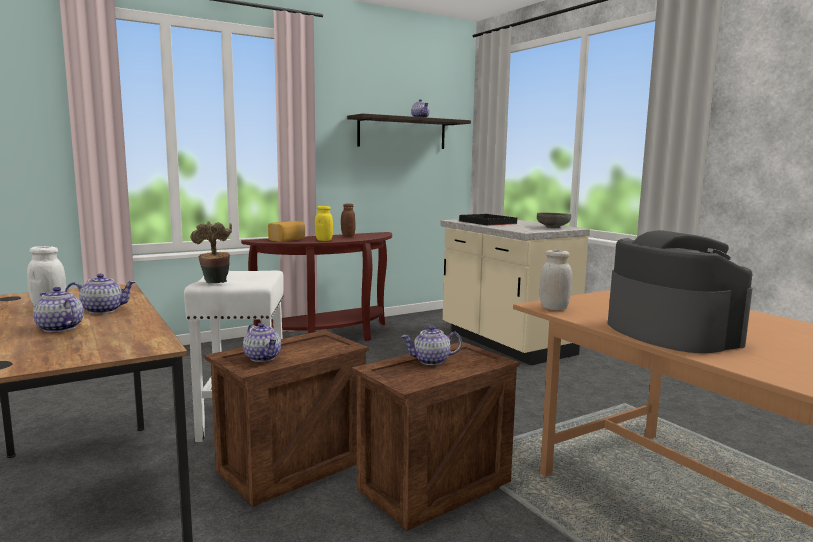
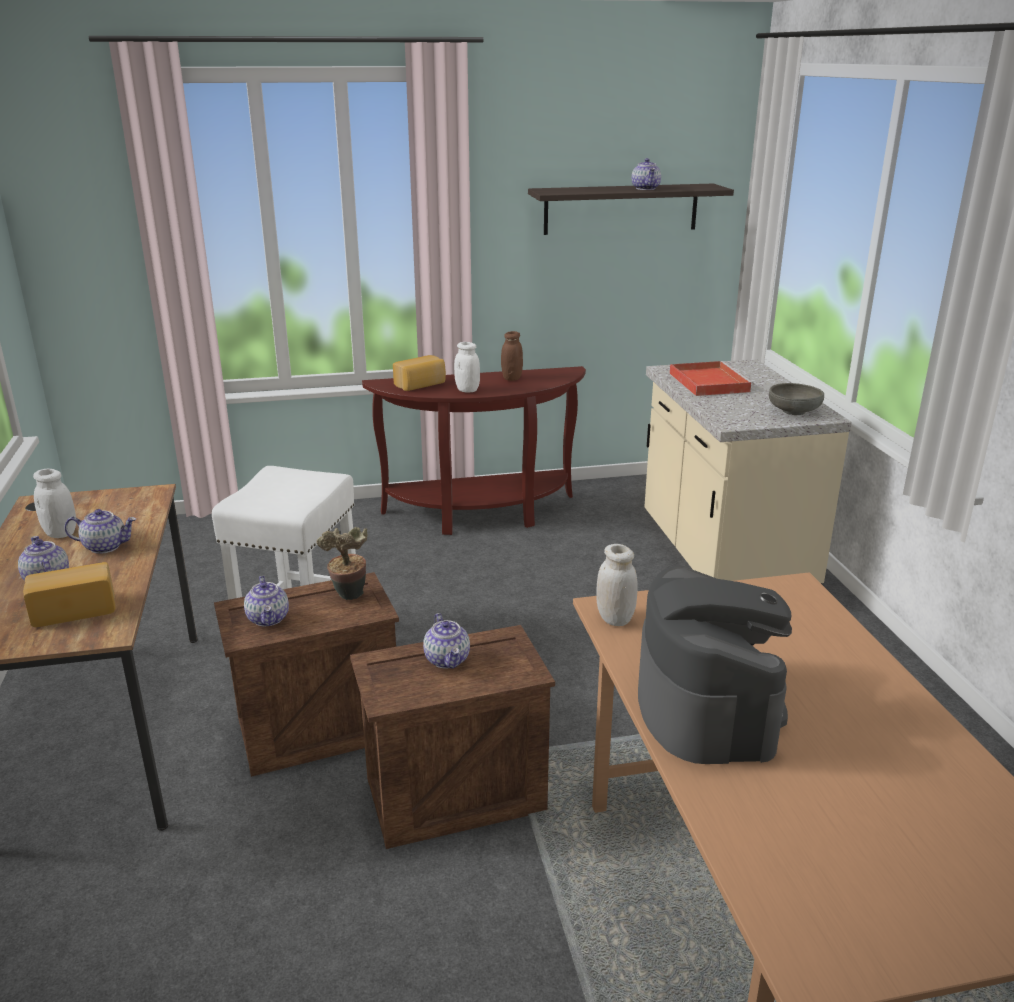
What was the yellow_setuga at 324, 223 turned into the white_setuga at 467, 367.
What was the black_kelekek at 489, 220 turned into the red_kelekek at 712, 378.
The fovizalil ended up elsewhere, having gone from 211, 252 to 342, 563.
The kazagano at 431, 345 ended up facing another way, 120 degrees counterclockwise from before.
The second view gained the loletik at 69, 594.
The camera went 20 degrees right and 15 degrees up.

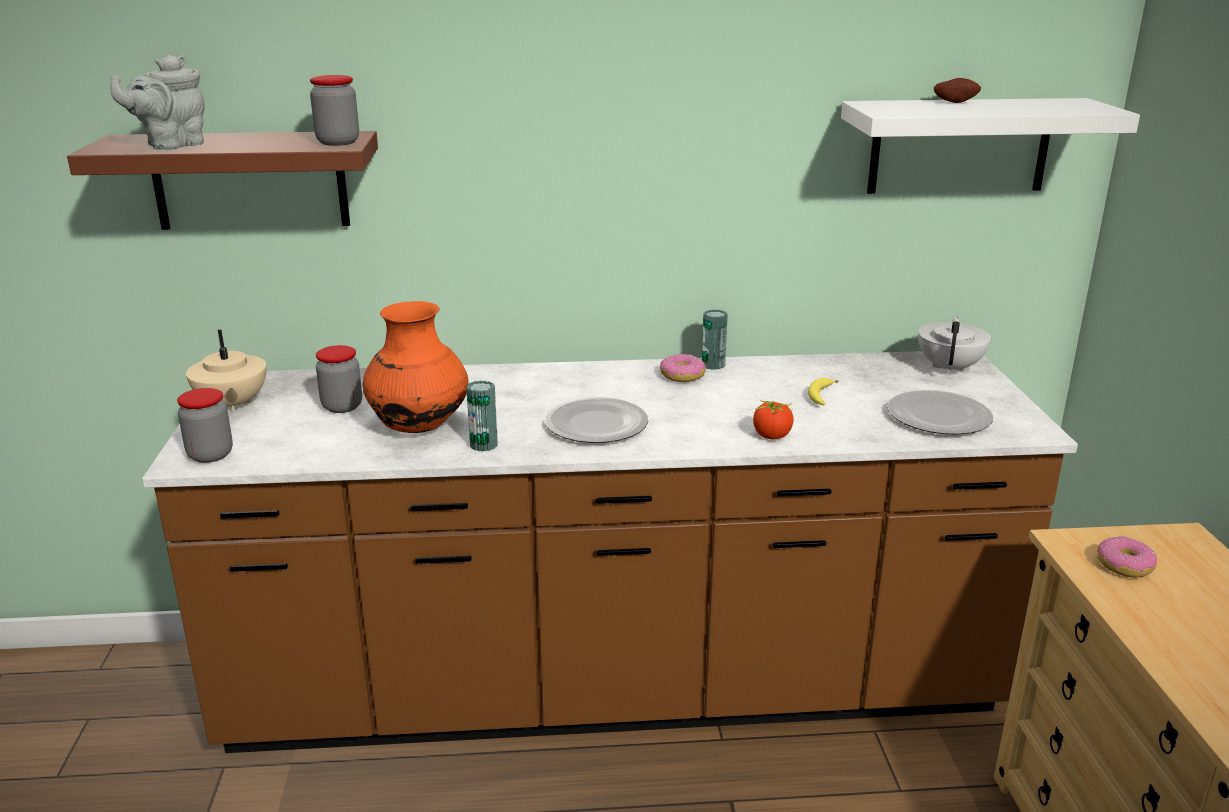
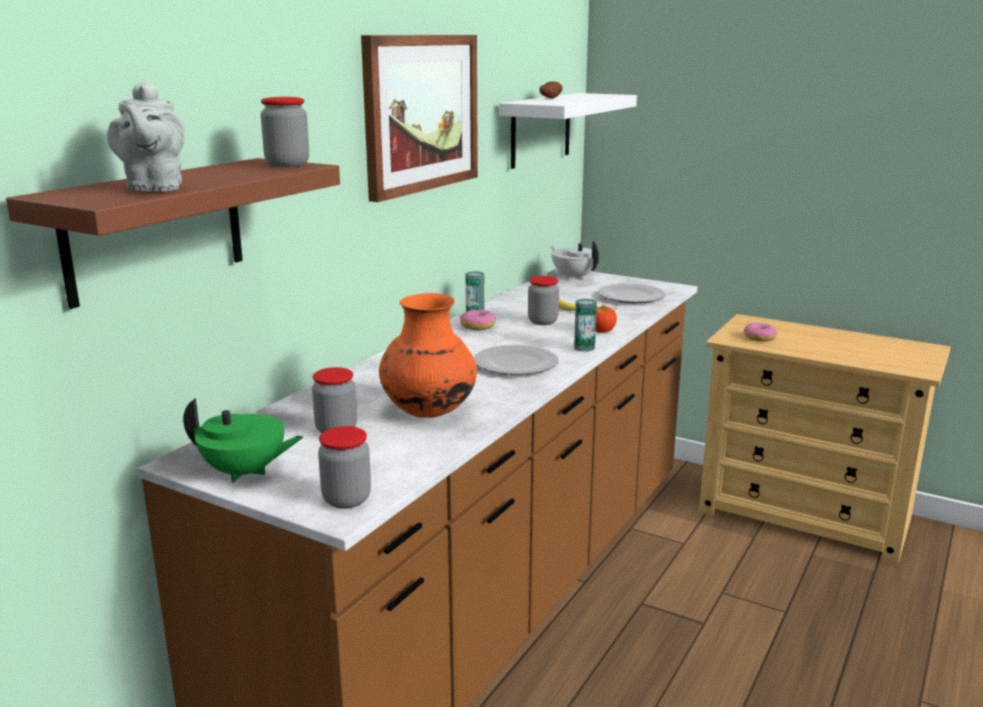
What was the beige_kazagano at 226, 371 turned into the green_kazagano at 243, 440.
The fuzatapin ended up elsewhere, having gone from 482, 416 to 585, 325.
The second view gained the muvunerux at 419, 118.
The second view gained the setuga at 543, 300.
The camera went 55 degrees left and 5 degrees down.

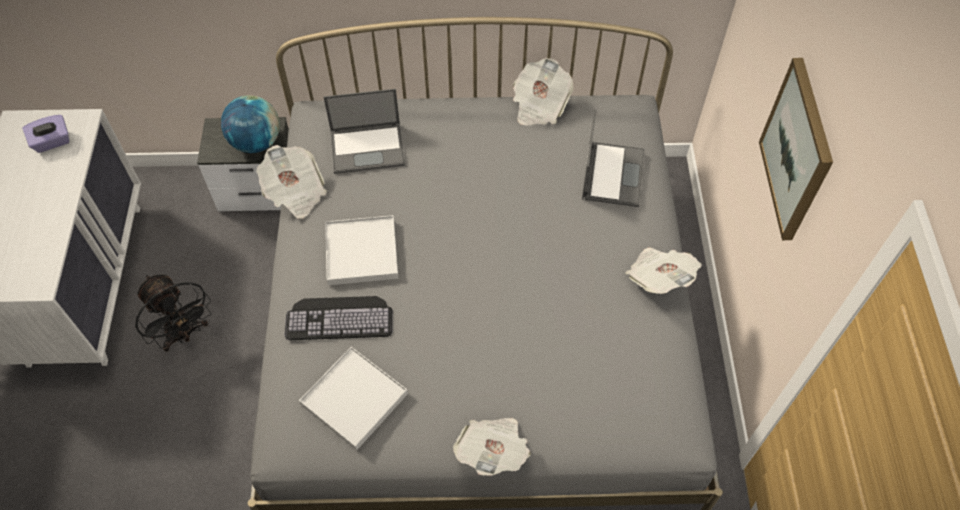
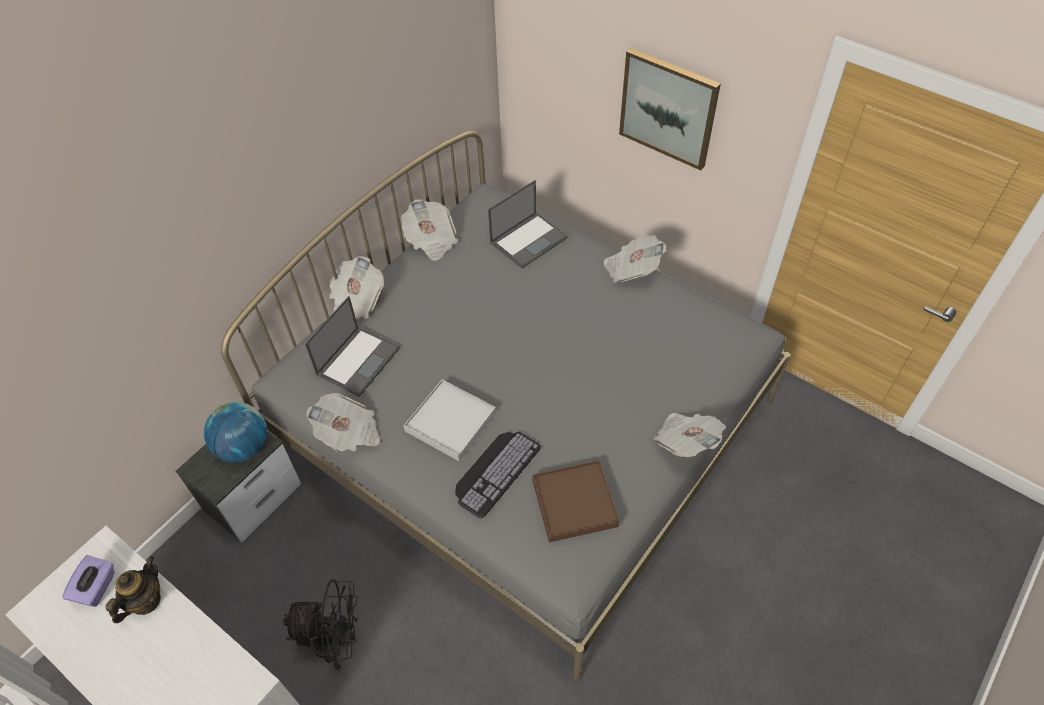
The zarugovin at 613, 158 ended up facing another way, 90 degrees clockwise from before.
What was the white_kelekek at 353, 398 turned into the brown_kelekek at 576, 501.
The second view gained the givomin at 356, 287.
The second view gained the kazagano at 132, 589.
The camera went 50 degrees left and 5 degrees down.

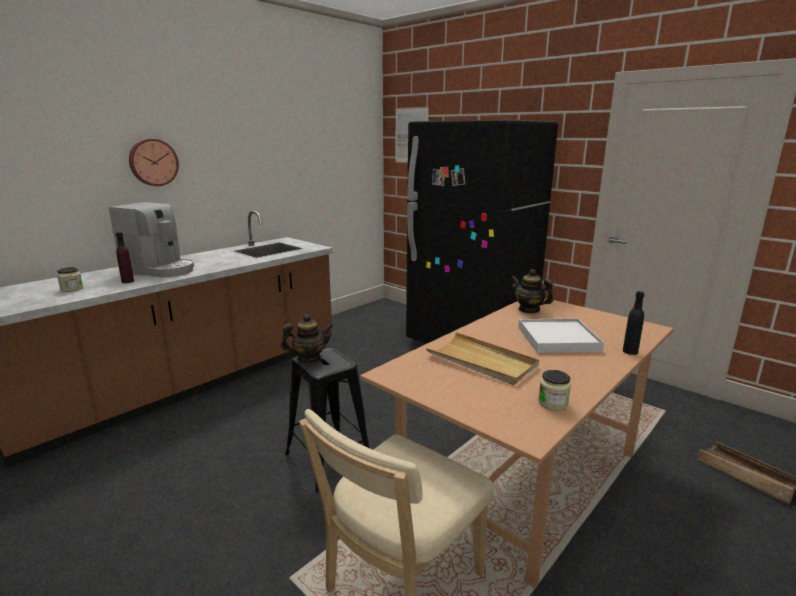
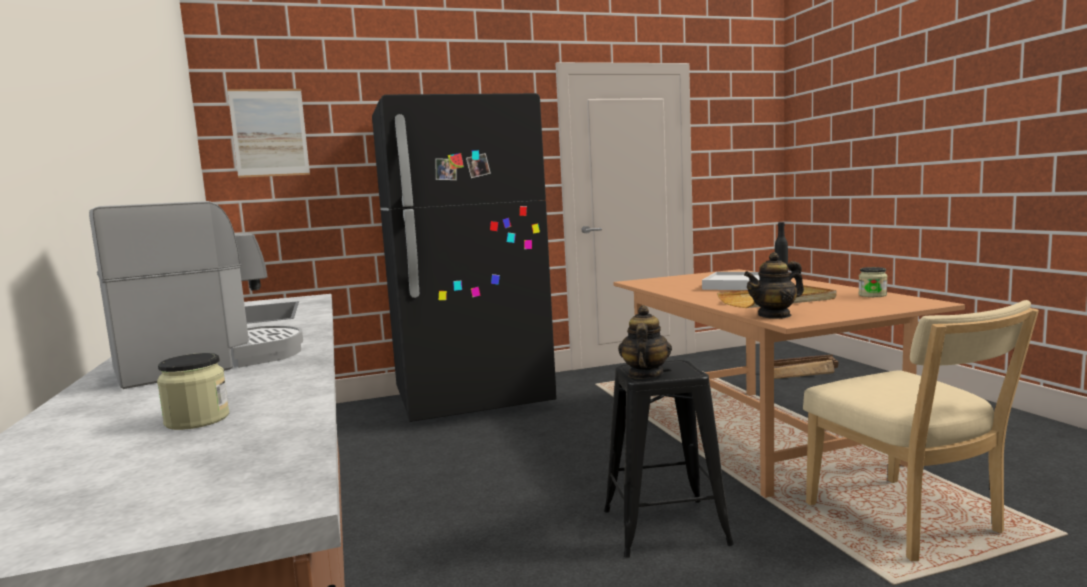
The second view lost the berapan at 154, 162.
The second view lost the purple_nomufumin at 125, 257.
The kazagano ended up elsewhere, having gone from 532, 291 to 774, 285.
The camera went 60 degrees left and 10 degrees down.

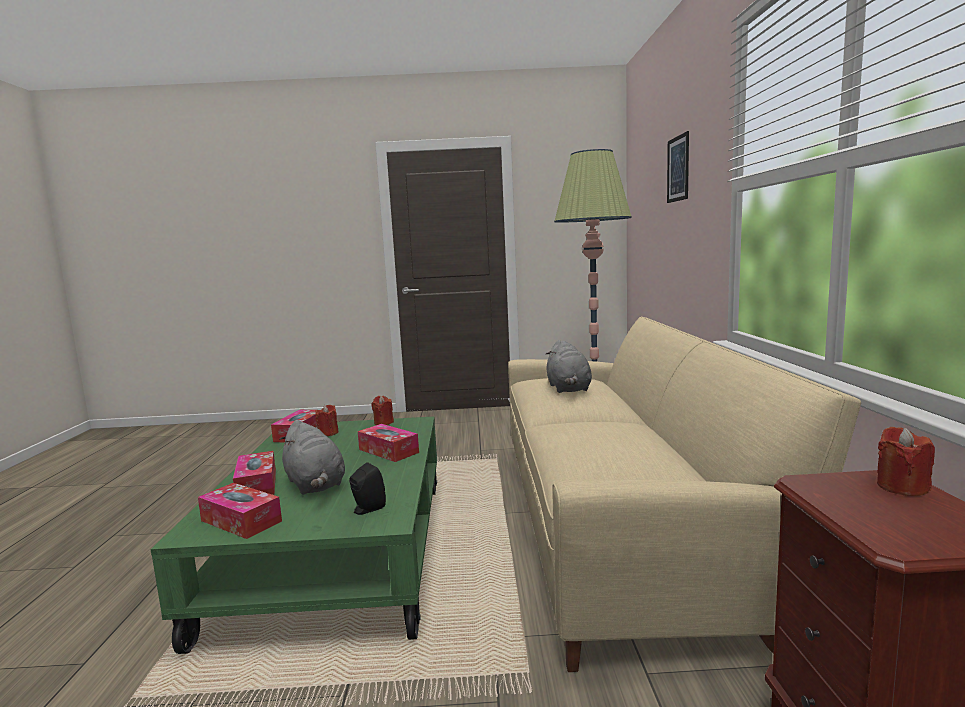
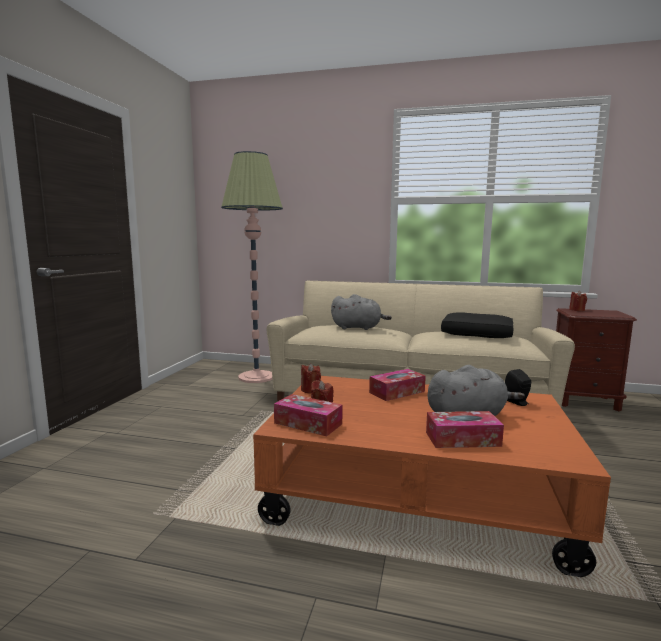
The second view lost the muvunerux at 678, 167.
What was the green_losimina at 294, 535 turned into the orange_losimina at 432, 476.
The second view lost the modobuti at 240, 511.
The second view gained the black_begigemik at 477, 325.
The camera went 75 degrees left and 0 degrees up.

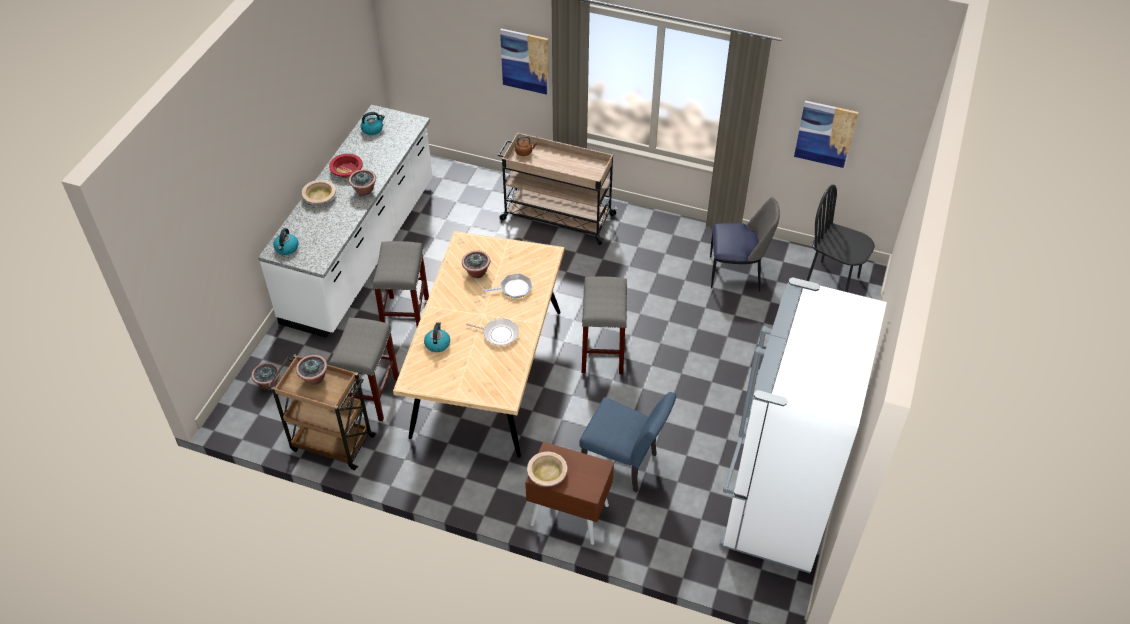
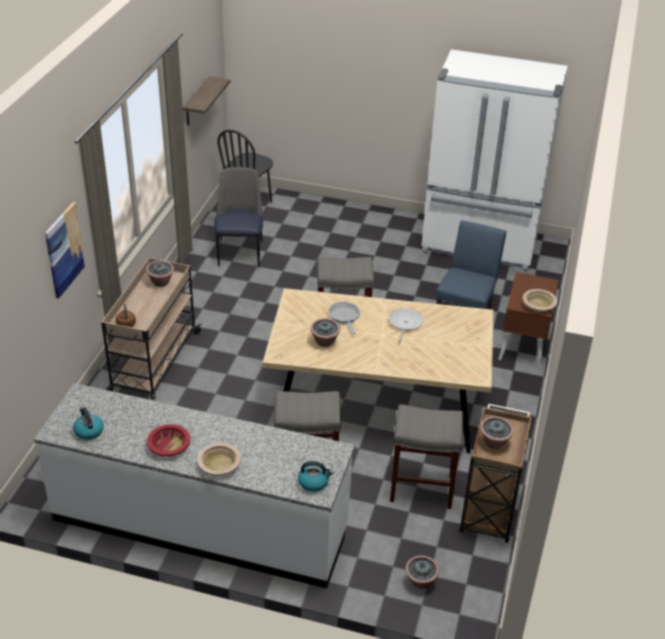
Where the muvunerux hung at 826, 134, the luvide came to hang at 206, 100.
The fovizalil ended up elsewhere, having gone from 362, 182 to 160, 274.
The second view lost the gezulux at 437, 337.
The camera went 95 degrees left and 10 degrees down.

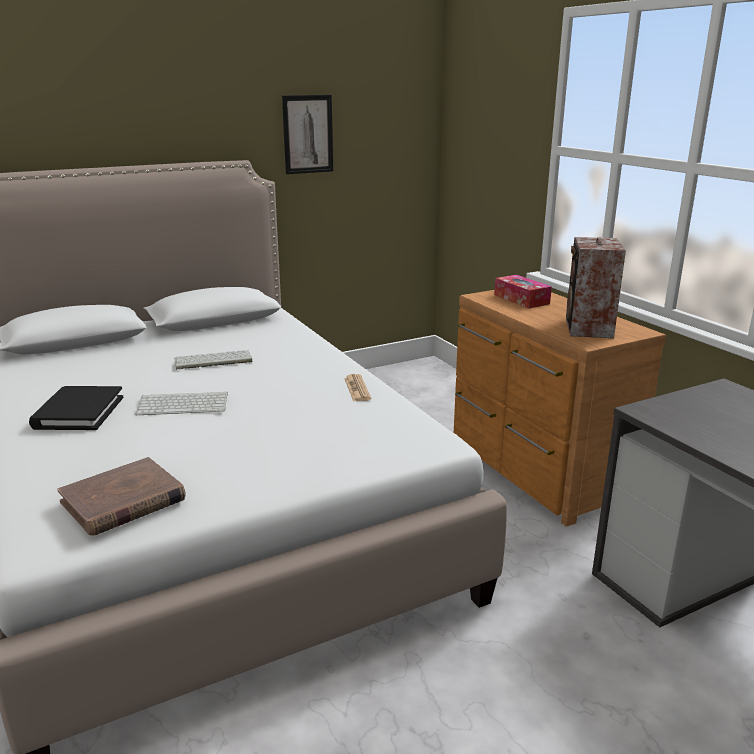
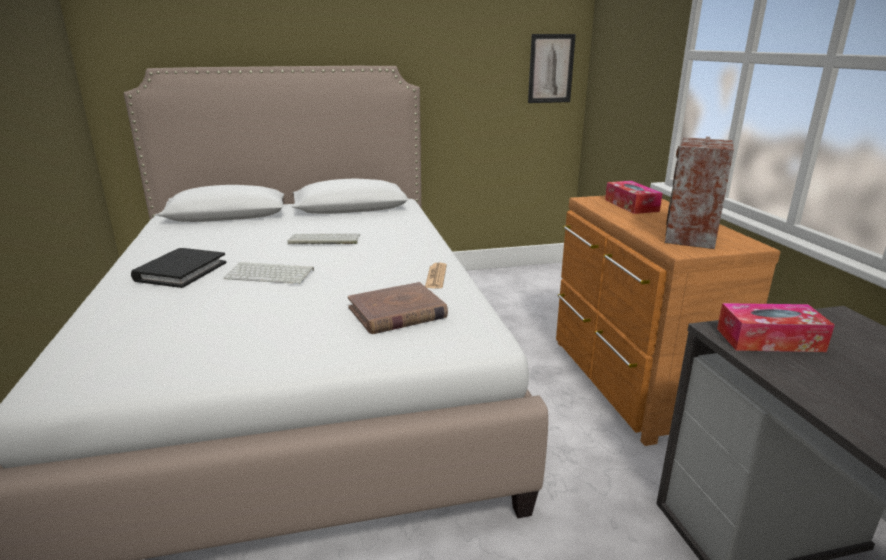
The muvunerux ended up elsewhere, having gone from 307, 134 to 552, 68.
The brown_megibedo ended up elsewhere, having gone from 121, 496 to 398, 308.
The second view gained the modobuti at 776, 327.
The camera went 15 degrees right and 0 degrees up.

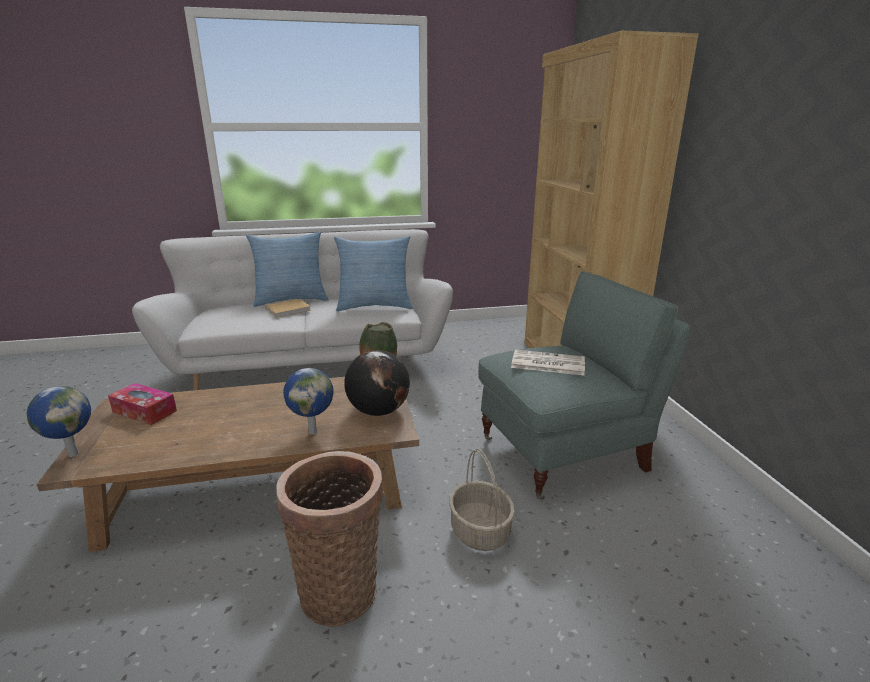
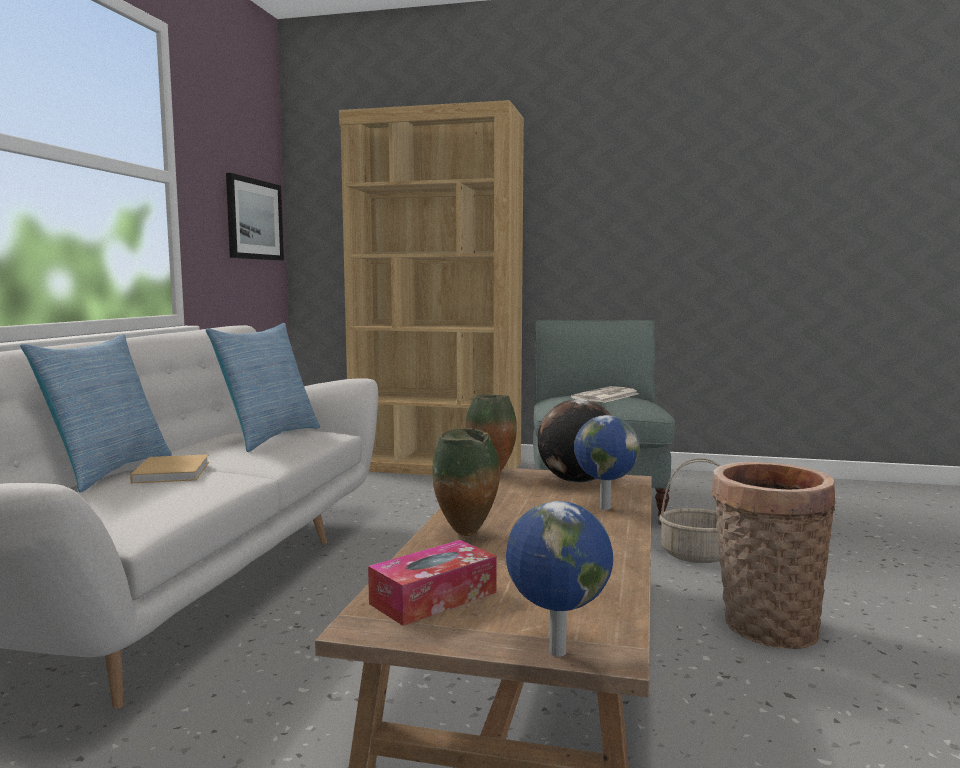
The second view gained the muvunerux at 255, 216.
The second view gained the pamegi at 466, 482.
The camera went 65 degrees left and 15 degrees down.

